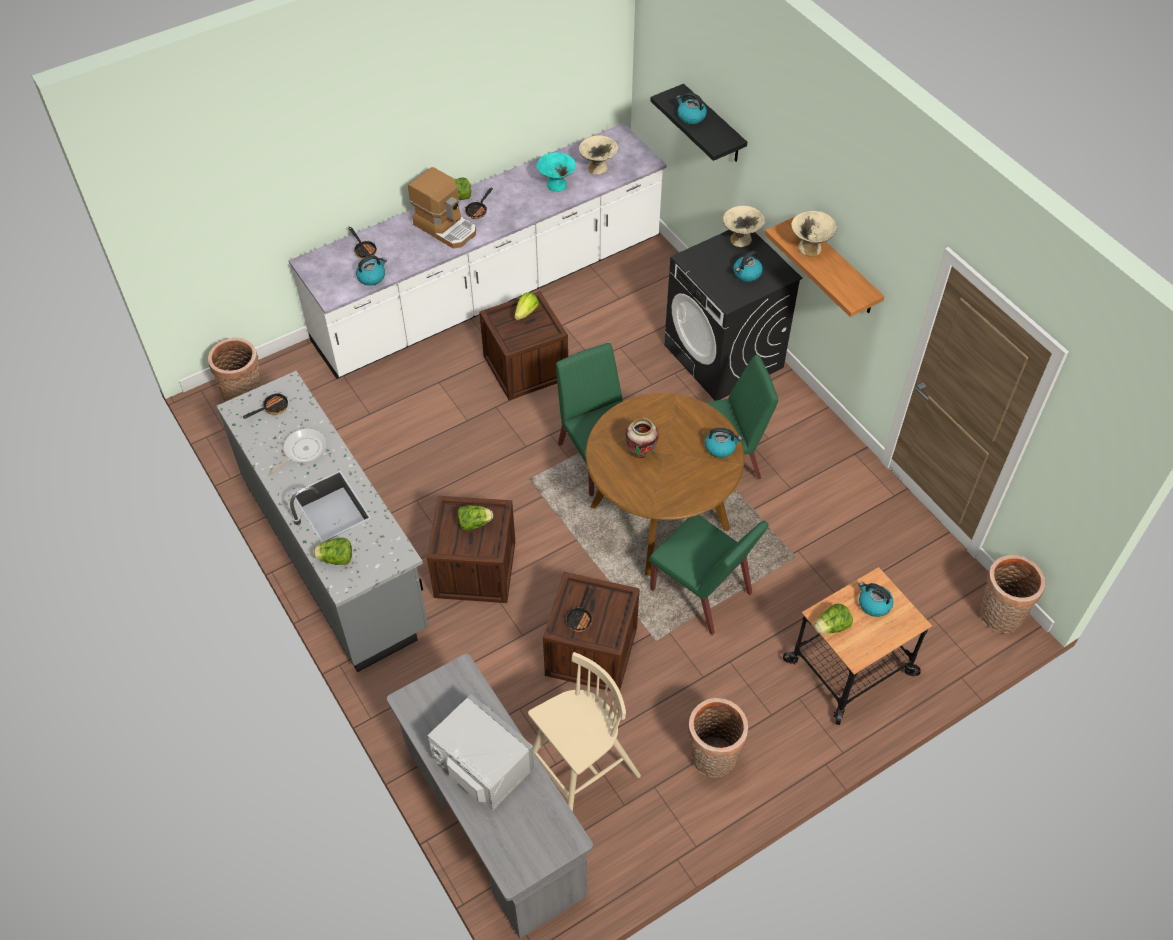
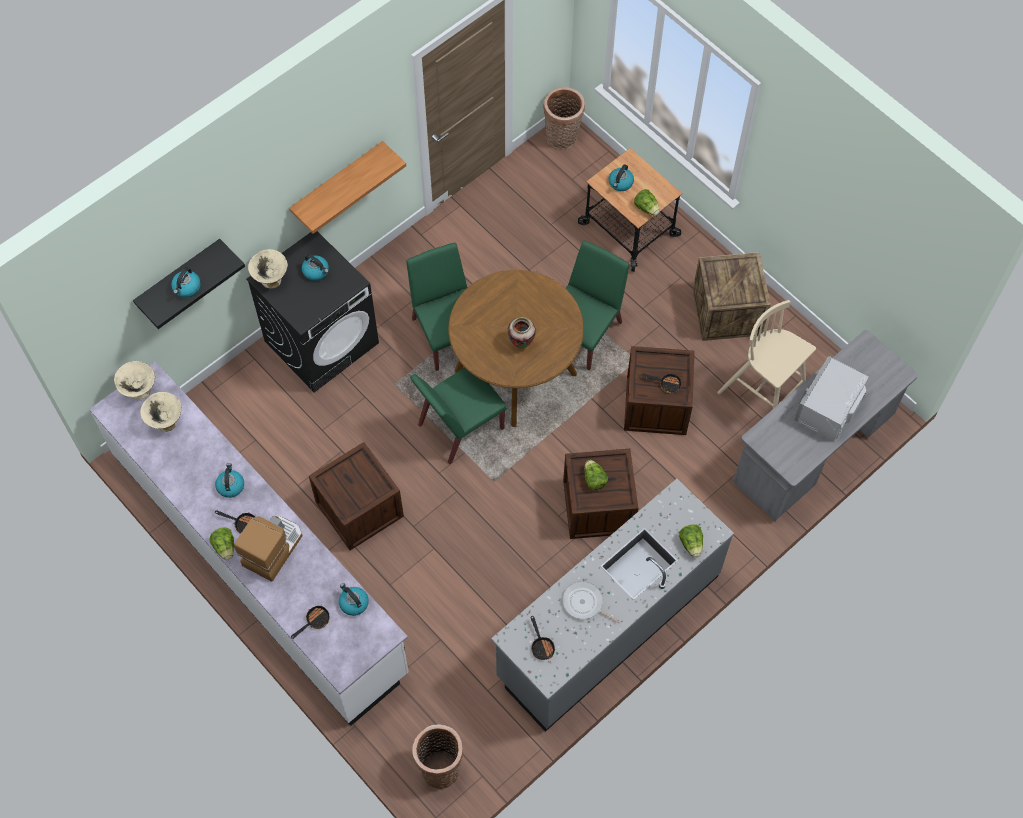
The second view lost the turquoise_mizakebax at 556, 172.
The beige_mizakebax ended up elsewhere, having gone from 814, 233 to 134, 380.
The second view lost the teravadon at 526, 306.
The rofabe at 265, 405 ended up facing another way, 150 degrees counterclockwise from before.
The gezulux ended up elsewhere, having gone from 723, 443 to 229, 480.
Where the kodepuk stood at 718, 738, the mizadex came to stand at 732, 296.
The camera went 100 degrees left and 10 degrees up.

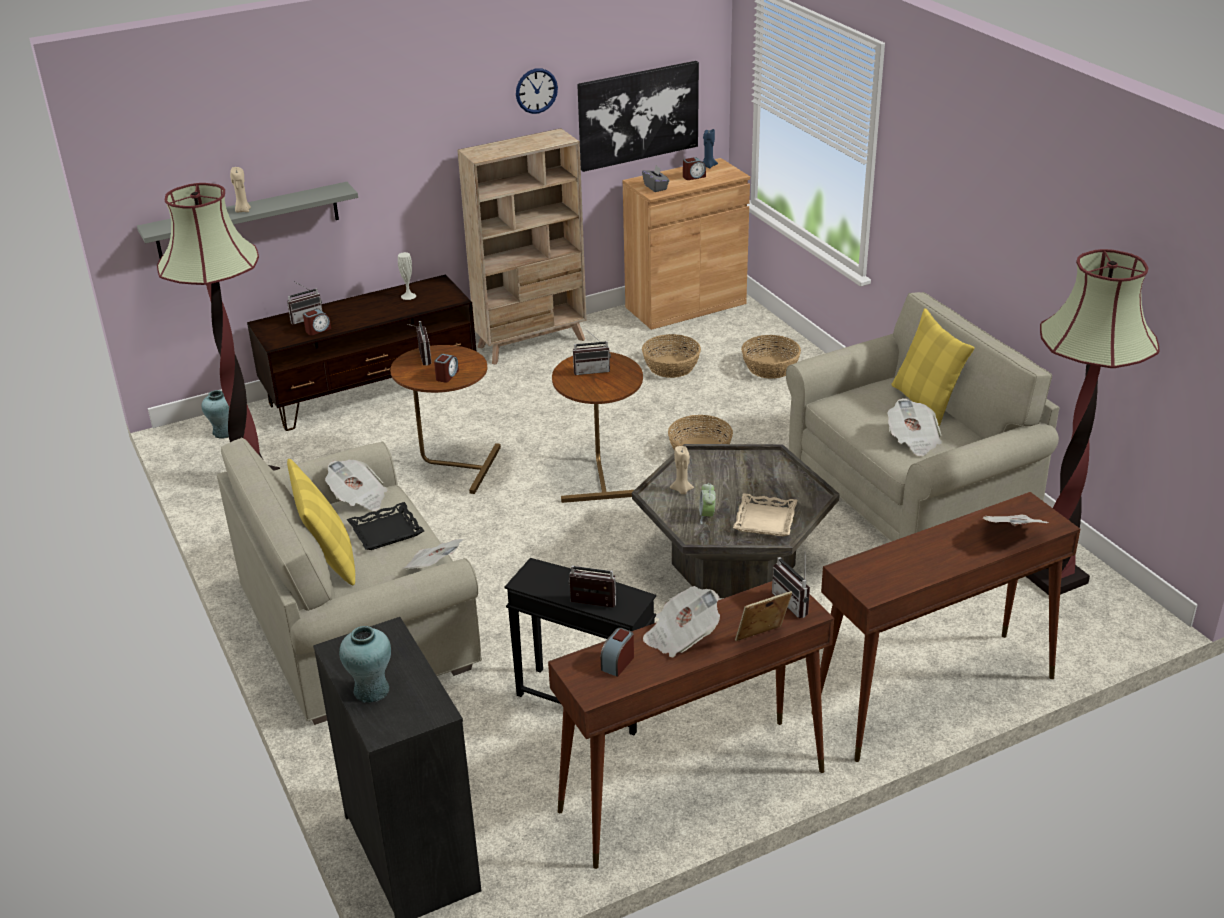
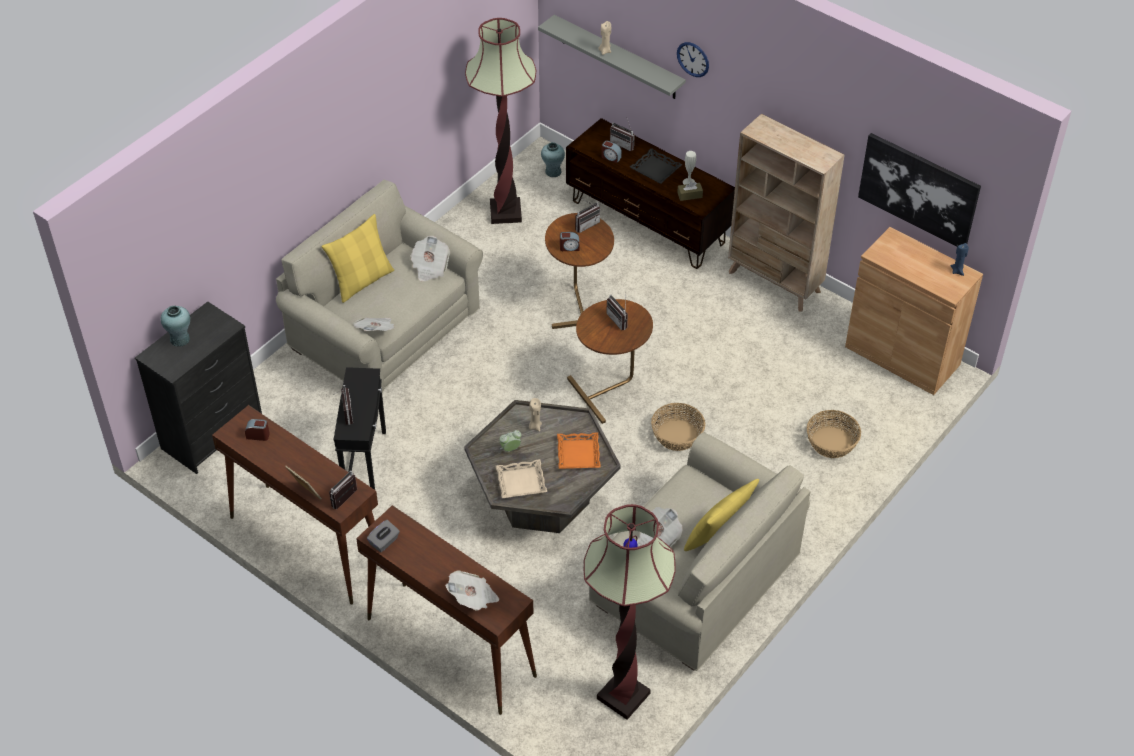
The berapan ended up elsewhere, having gone from 537, 91 to 693, 59.
The second view lost the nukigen at 694, 168.
The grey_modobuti ended up elsewhere, having gone from 655, 178 to 383, 536.
The second view lost the kodepuk at 671, 356.
The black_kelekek ended up elsewhere, having gone from 385, 526 to 656, 166.
The second view lost the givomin at 681, 622.
The second view gained the brown_modobuti at 690, 191.
The second view gained the orange_kelekek at 579, 451.
The camera went 65 degrees right and 15 degrees up.

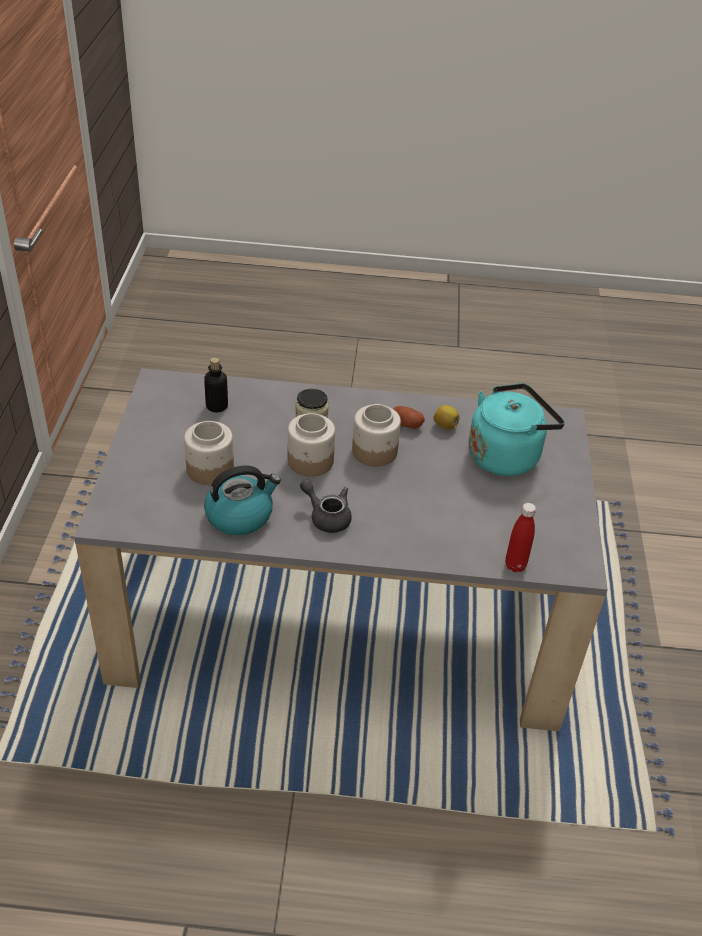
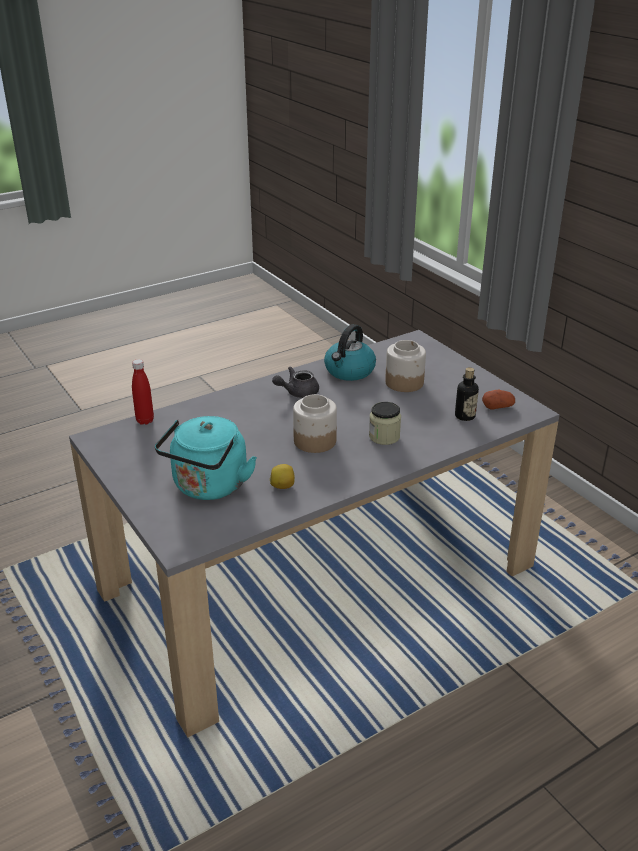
The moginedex ended up elsewhere, having gone from 408, 417 to 498, 400.
The second view lost the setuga at 311, 445.
The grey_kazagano at 326, 506 ended up facing another way, 150 degrees clockwise from before.
The camera went 145 degrees right and 10 degrees down.

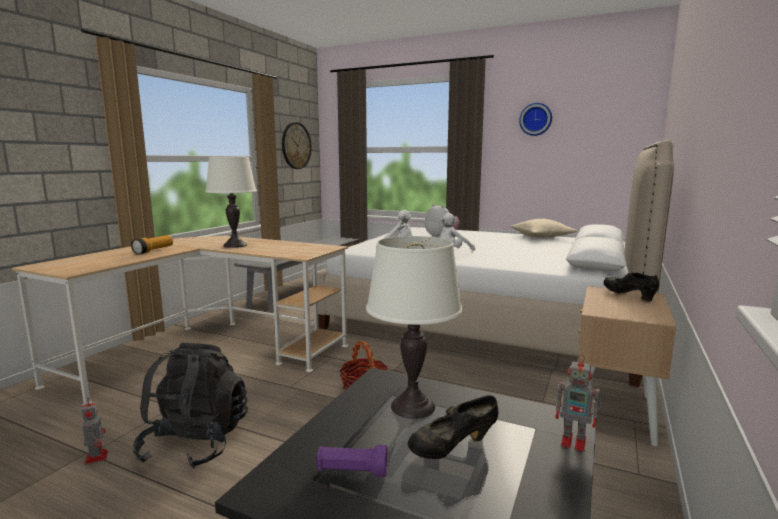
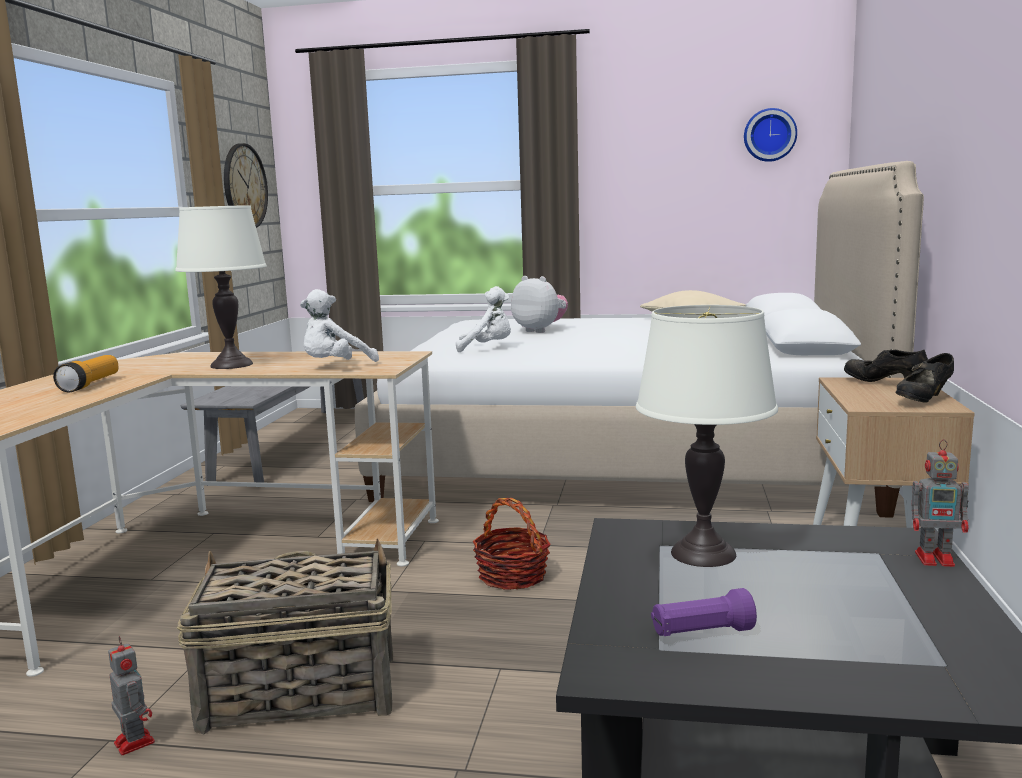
The berapan ended up elsewhere, having gone from 535, 119 to 770, 135.
The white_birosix ended up elsewhere, having gone from 457, 232 to 339, 325.
Where the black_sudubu stood at 190, 406, the kodepuk came to stand at 285, 637.
The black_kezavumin ended up elsewhere, having gone from 453, 427 to 925, 378.
The camera went 15 degrees left and 0 degrees up.

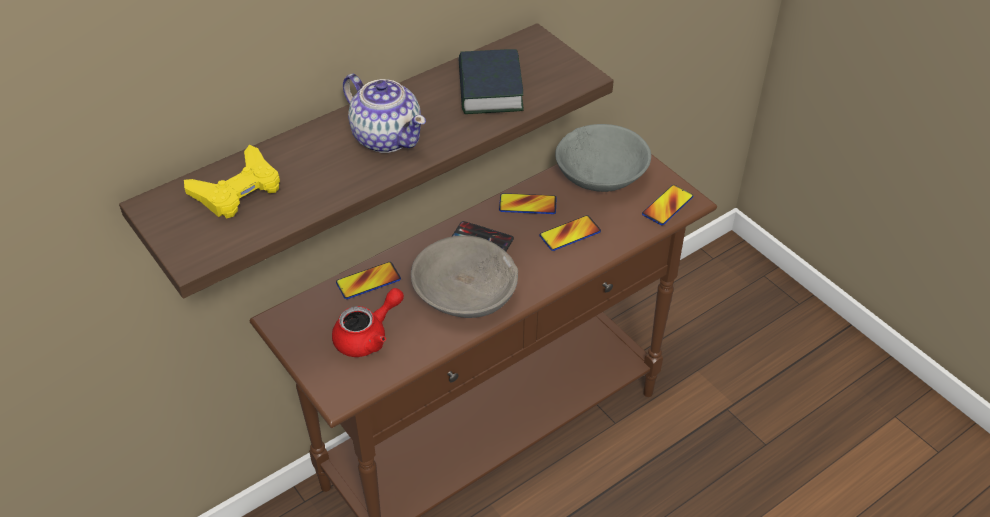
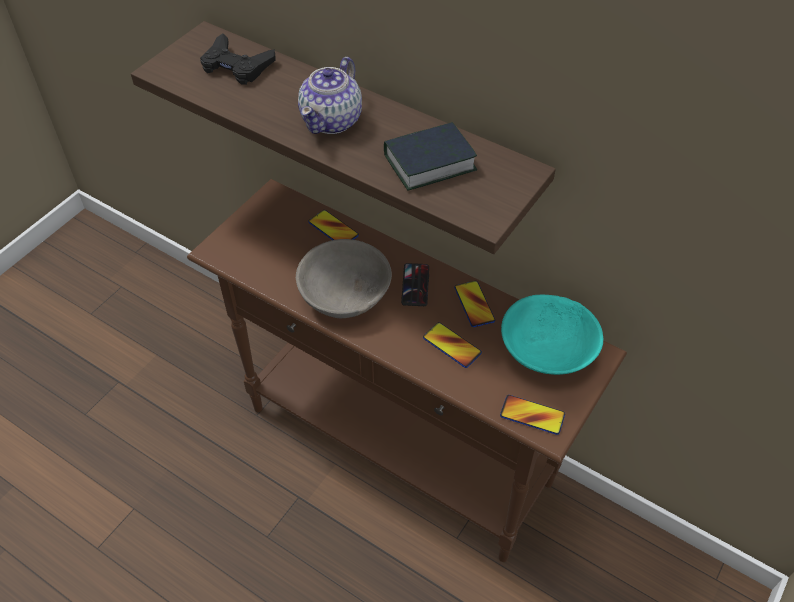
What was the grey_mizakebax at 603, 158 turned into the turquoise_mizakebax at 552, 335.
What was the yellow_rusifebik at 232, 181 turned into the black_rusifebik at 237, 59.
The second view lost the red_kazagano at 368, 322.
The camera went 70 degrees right and 5 degrees up.

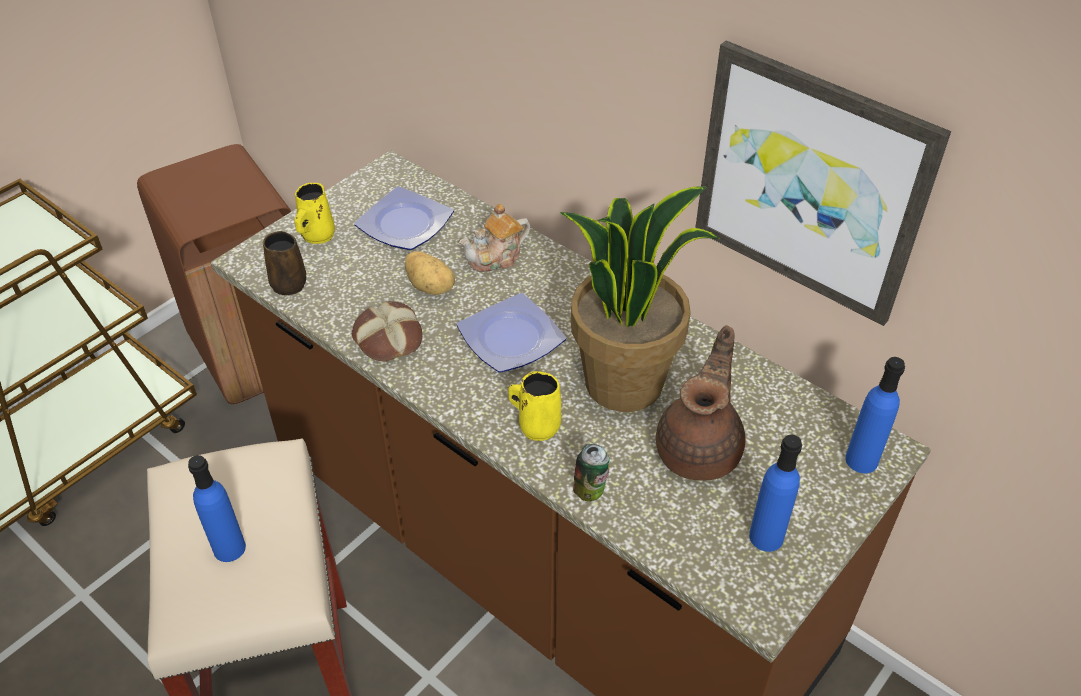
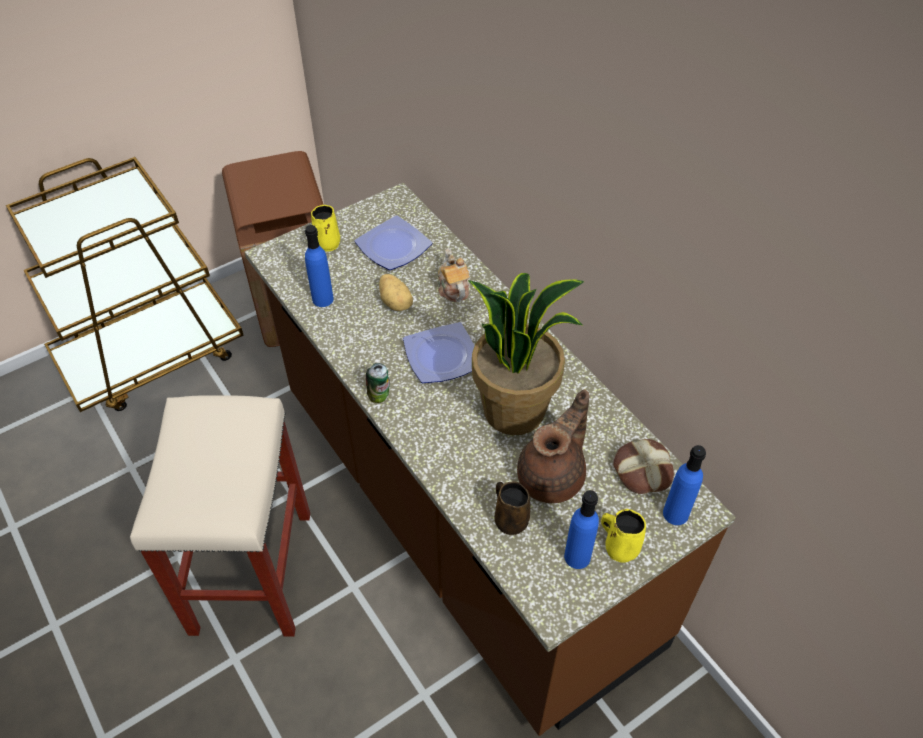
The second view lost the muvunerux at 823, 183.
The kazagano at 494, 238 ended up facing another way, 90 degrees clockwise from before.
The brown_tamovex ended up elsewhere, having gone from 284, 263 to 512, 509.
The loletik ended up elsewhere, having gone from 387, 331 to 643, 466.
The yellow_tamovex ended up elsewhere, having gone from 534, 406 to 623, 536.
The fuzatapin ended up elsewhere, having gone from 591, 472 to 378, 383.
The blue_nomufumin ended up elsewhere, having gone from 217, 508 to 319, 266.
The camera went 15 degrees right and 5 degrees up.

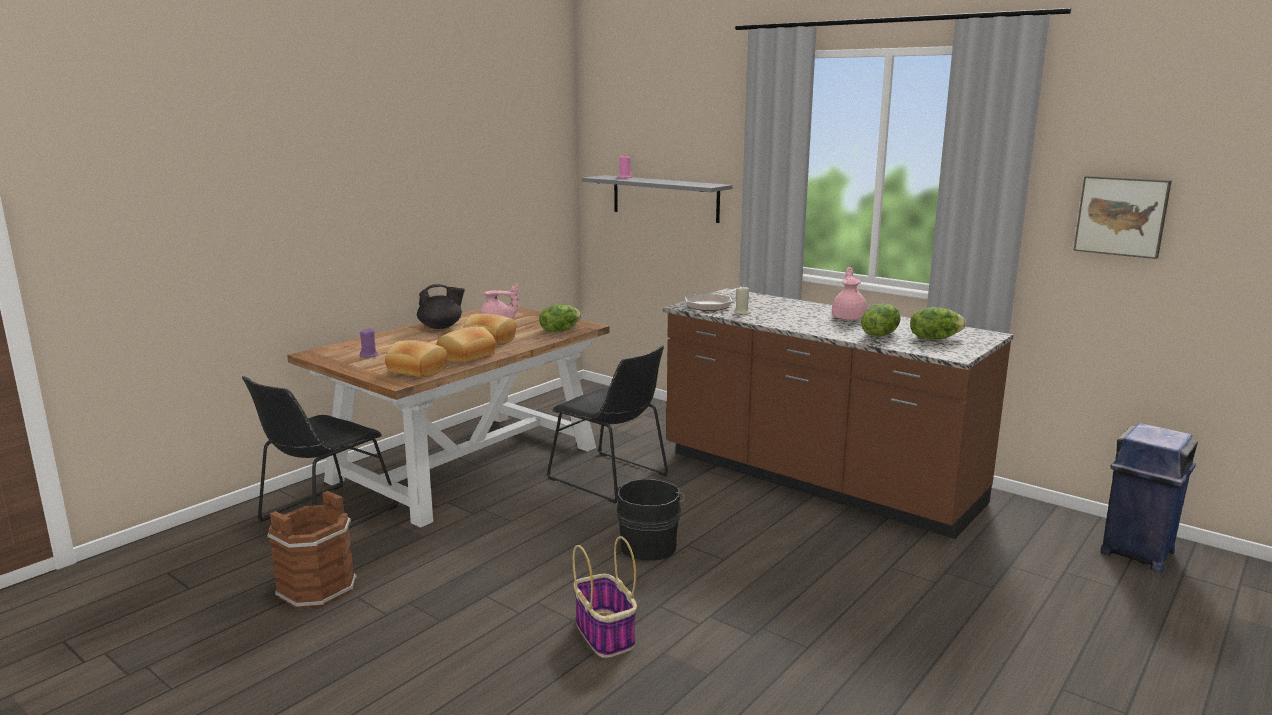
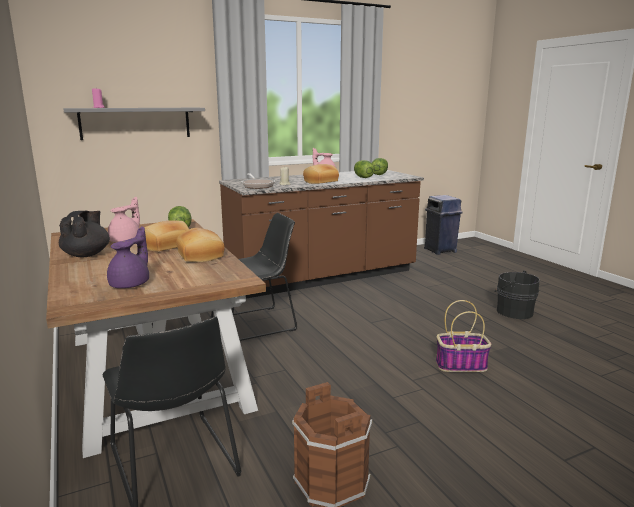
The second view lost the muvunerux at 1122, 217.
Where the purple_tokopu stood at 369, 343, the purple_kazagano came to stand at 128, 257.
The loletik ended up elsewhere, having gone from 416, 358 to 321, 174.
The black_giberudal ended up elsewhere, having gone from 650, 520 to 517, 295.
The camera went 65 degrees left and 0 degrees up.

